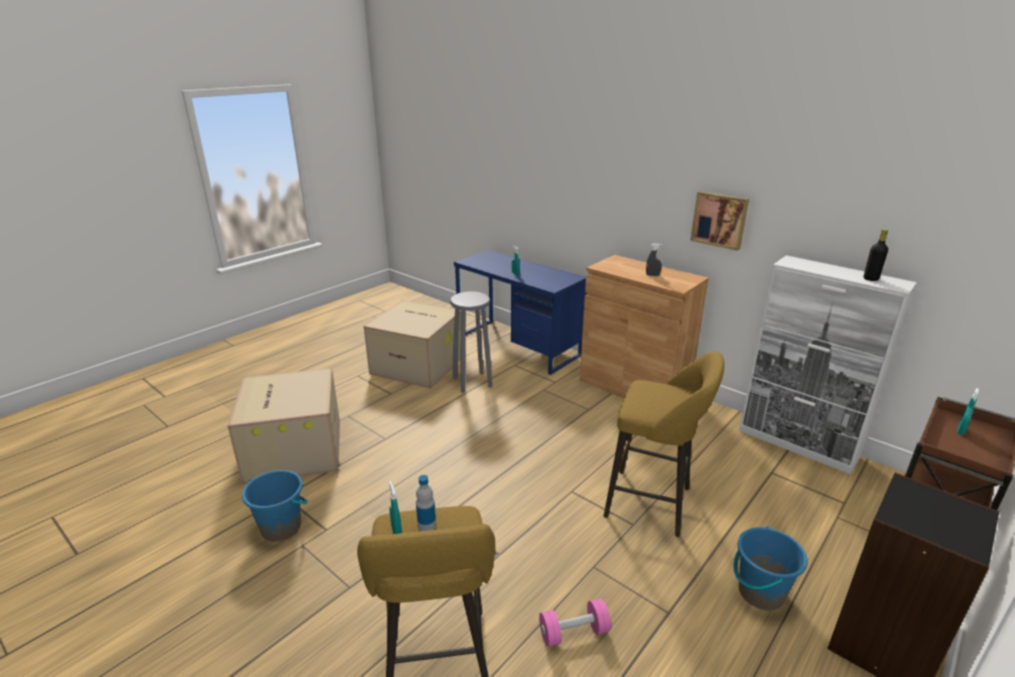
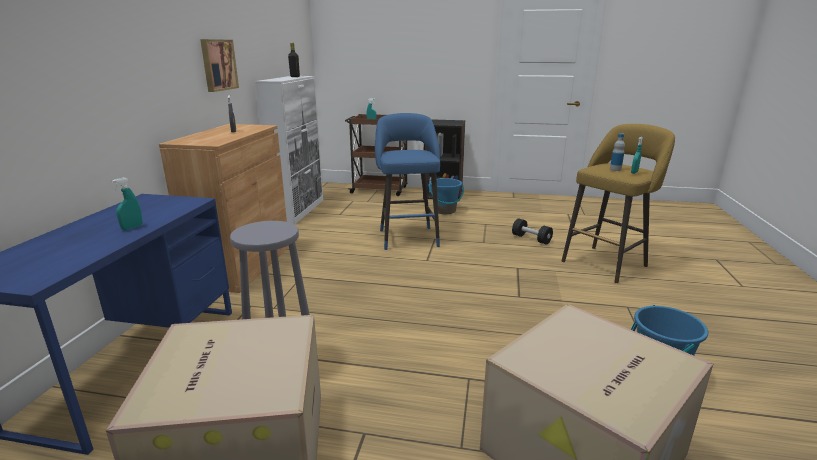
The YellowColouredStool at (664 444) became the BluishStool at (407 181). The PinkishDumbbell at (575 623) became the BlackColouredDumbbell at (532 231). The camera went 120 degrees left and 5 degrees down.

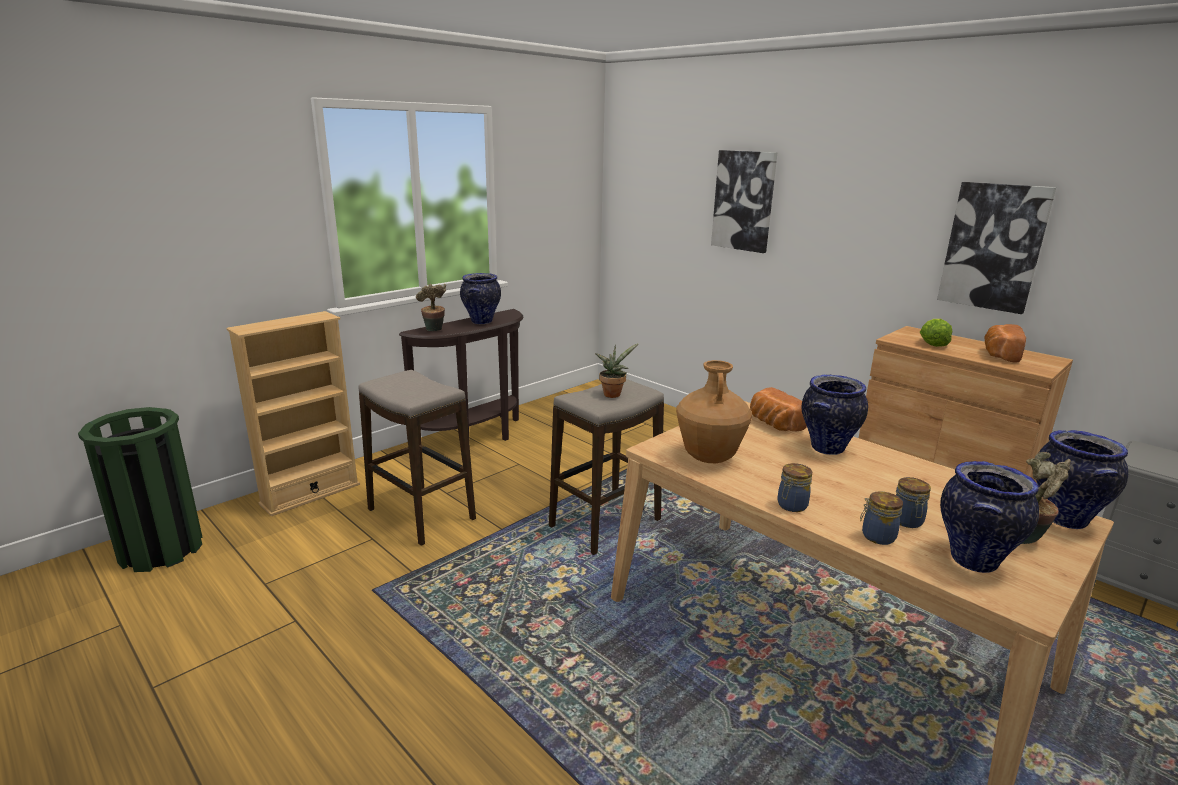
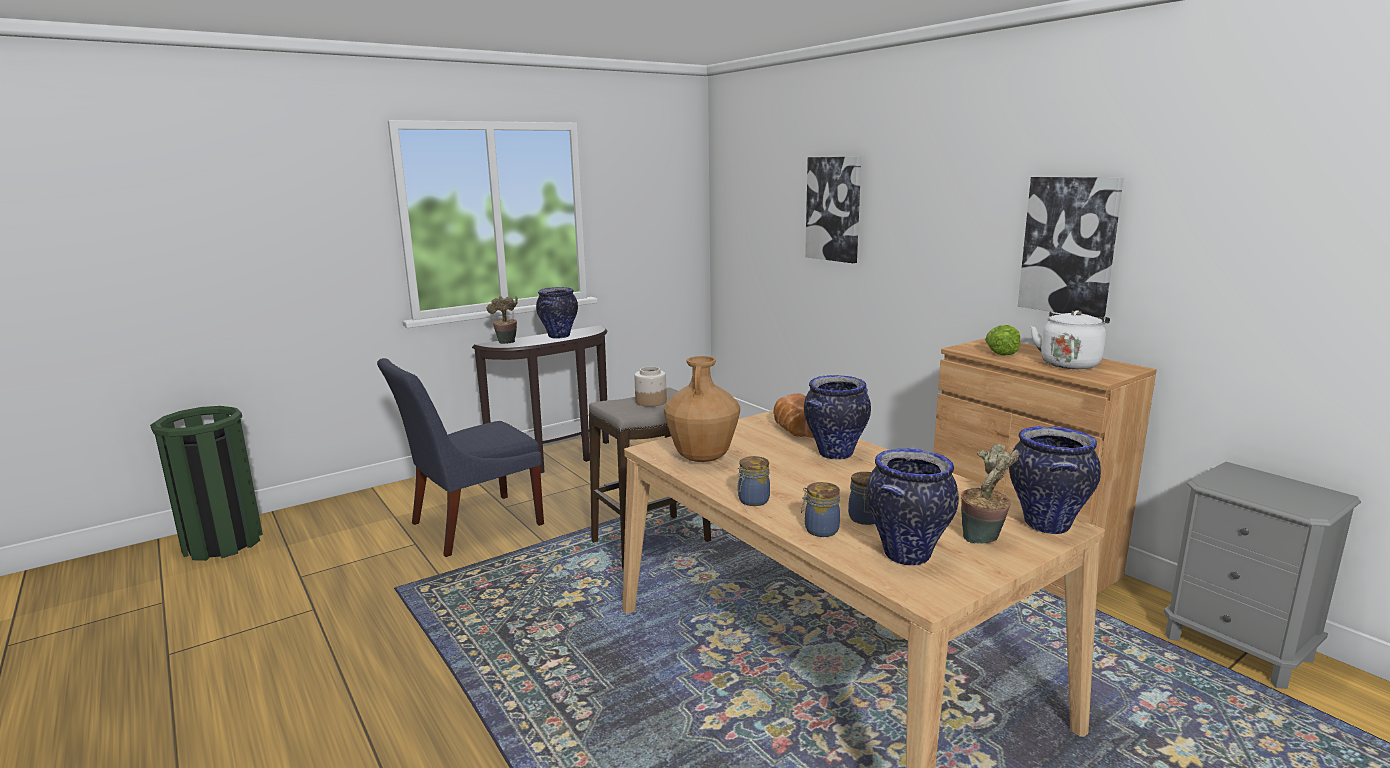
The Stool at (417 458) was replaced by the BluishPlainChair at (460 457). The PottedPlant at (617 370) was replaced by the Jar at (650 387). The BakeryBread at (1005 343) was replaced by the WhiteKettle at (1070 339). The SandColouredShelvingUnit at (293 413) disappeared. The camera went 10 degrees right and 5 degrees down.

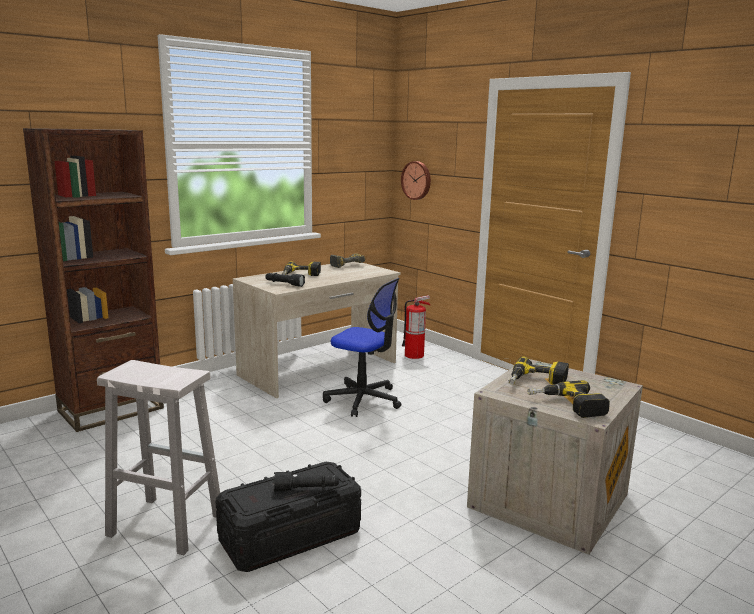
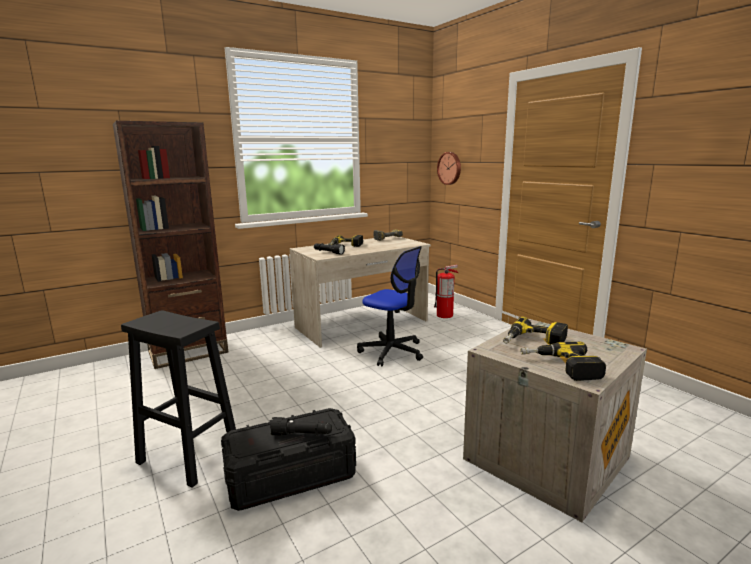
The WhiteStool at (158 457) became the BlackColouredStool at (178 399). The camera went 10 degrees right and 0 degrees up.

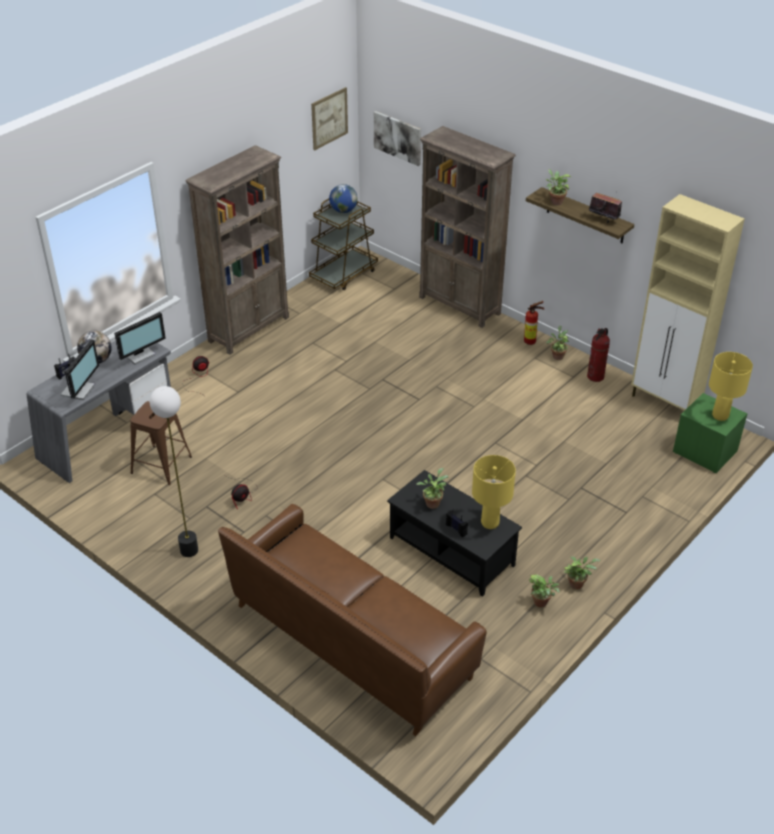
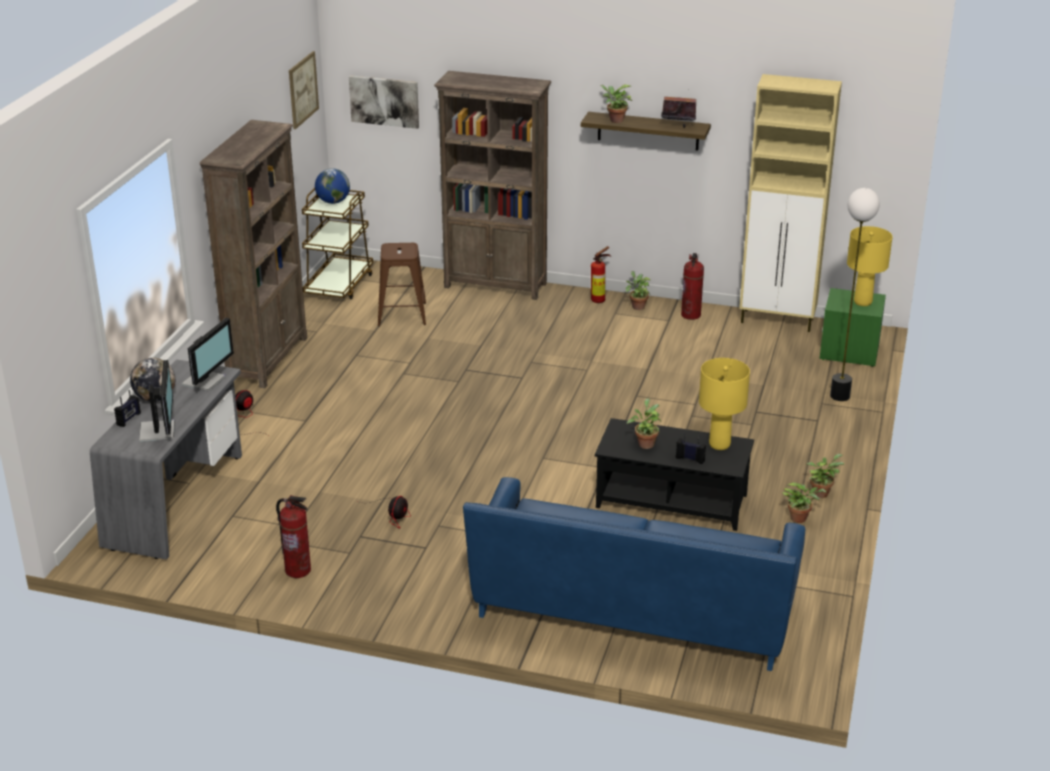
The FireExtinguisher at (293 536) appeared. The BrownColouredStool moved from (161 443) to (402 284). The BrownColouredCouch at (352 620) became the BluishCouch at (634 574). The StandardLamp moved from (174 471) to (855 294). The camera went 25 degrees left and 10 degrees down.

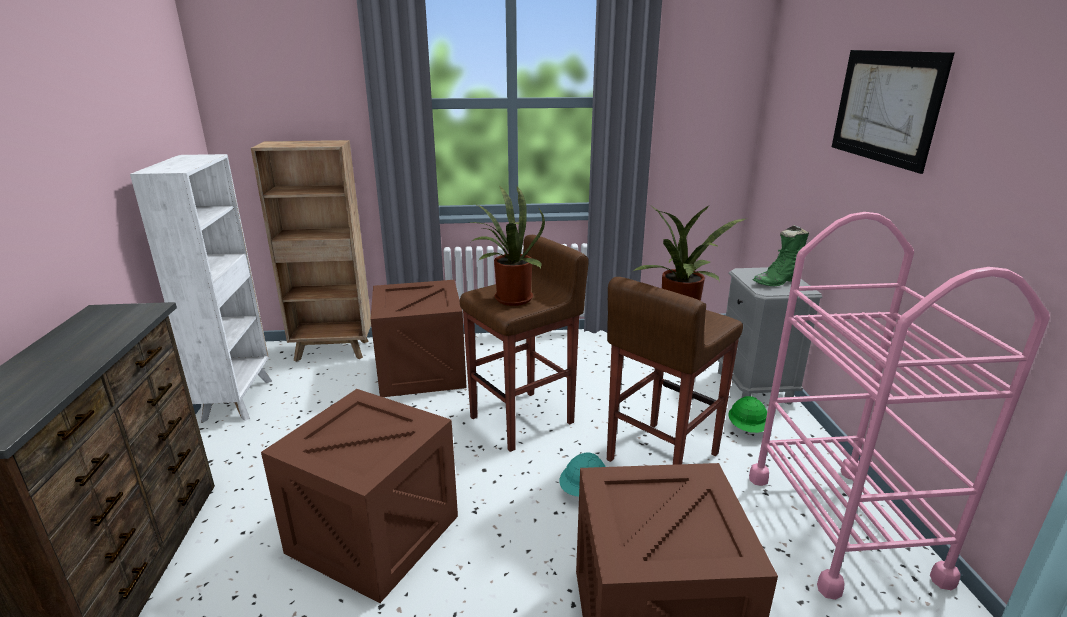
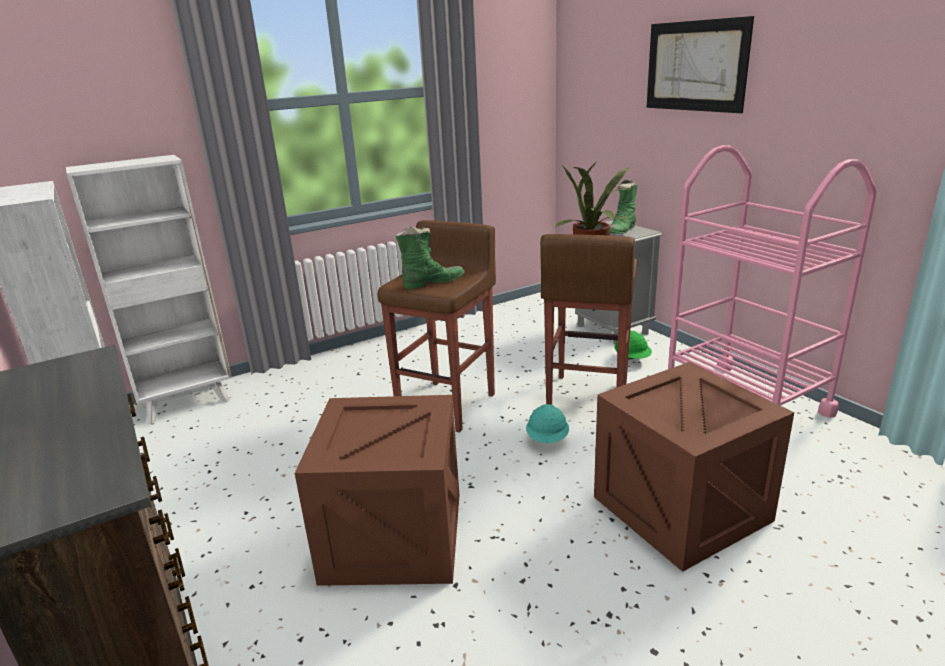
The BrownColouredShelvingUnit at (311 251) became the WhiteShelvingUnit at (149 289). The PottedPlant at (506 245) was replaced by the GreenTallBoot at (430 258). The PackingCrate at (419 338) disappeared. The camera went 25 degrees left and 0 degrees up.

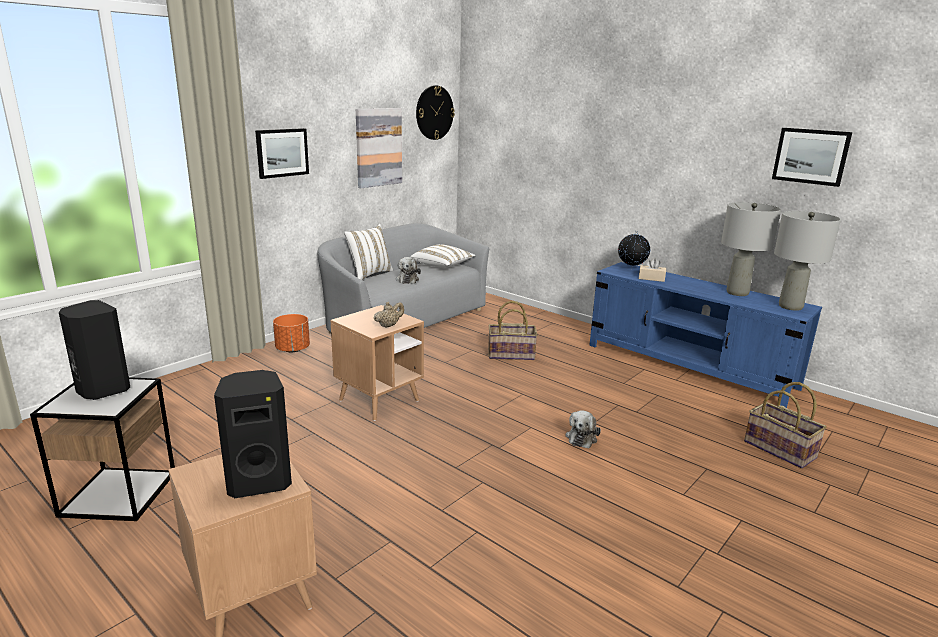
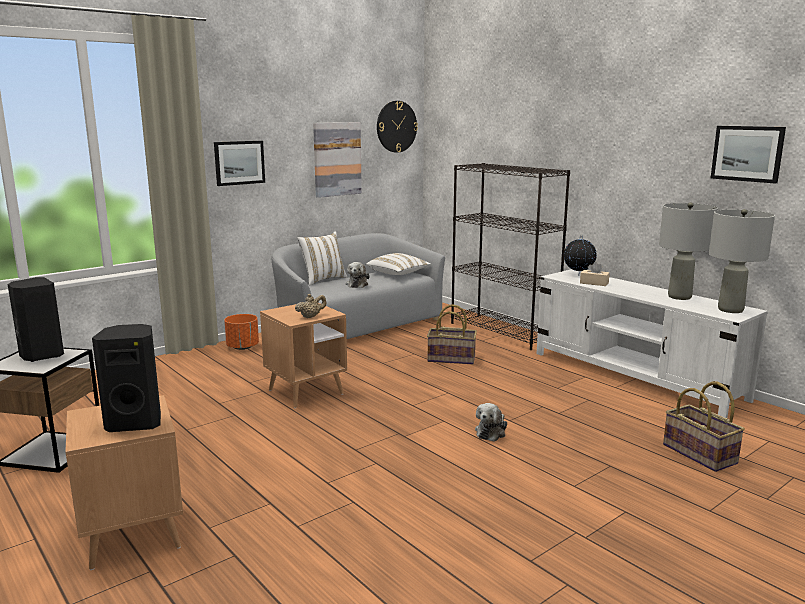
The BlackColouredShelvingUnit at (510 256) appeared. The BluishTvUnit at (705 335) became the WhiteTvUnit at (652 343). The camera went 10 degrees right and 5 degrees down.

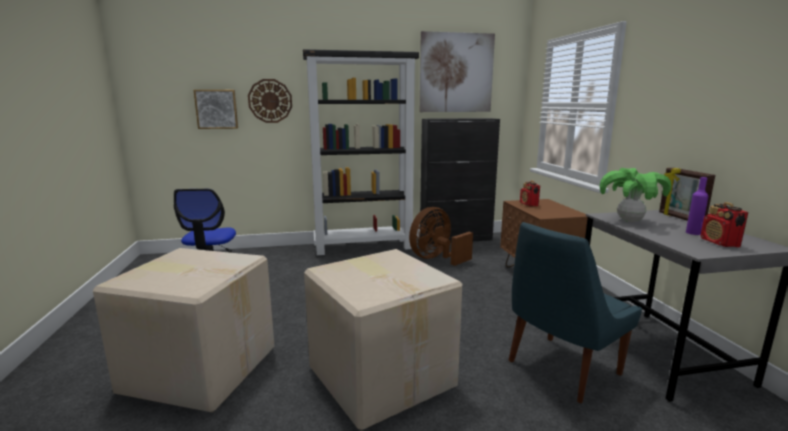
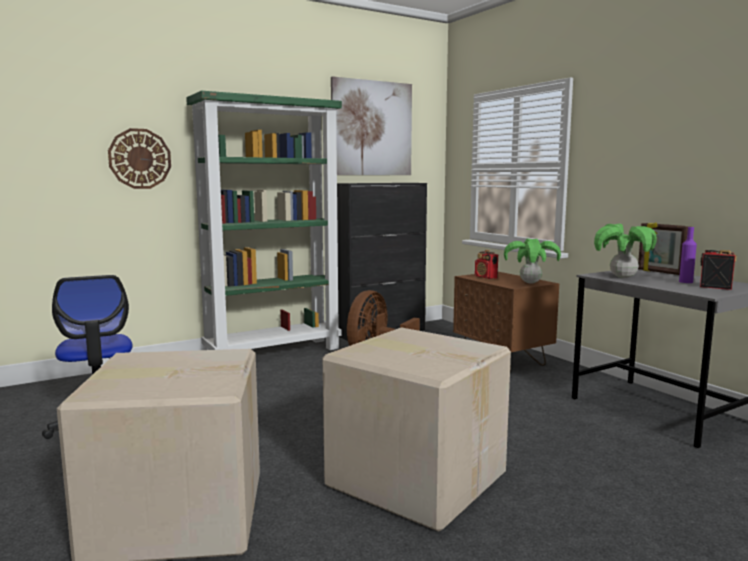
The BlackColouredShelvingUnit at (361 152) became the GreenShelvingUnit at (264 220). The PottedPlant at (532 261) appeared. The RadioReceiver at (724 224) turned 150 degrees clockwise. The Picture at (216 109) disappeared. The BluishPlainChair at (575 313) disappeared. The camera went 20 degrees left and 5 degrees down.

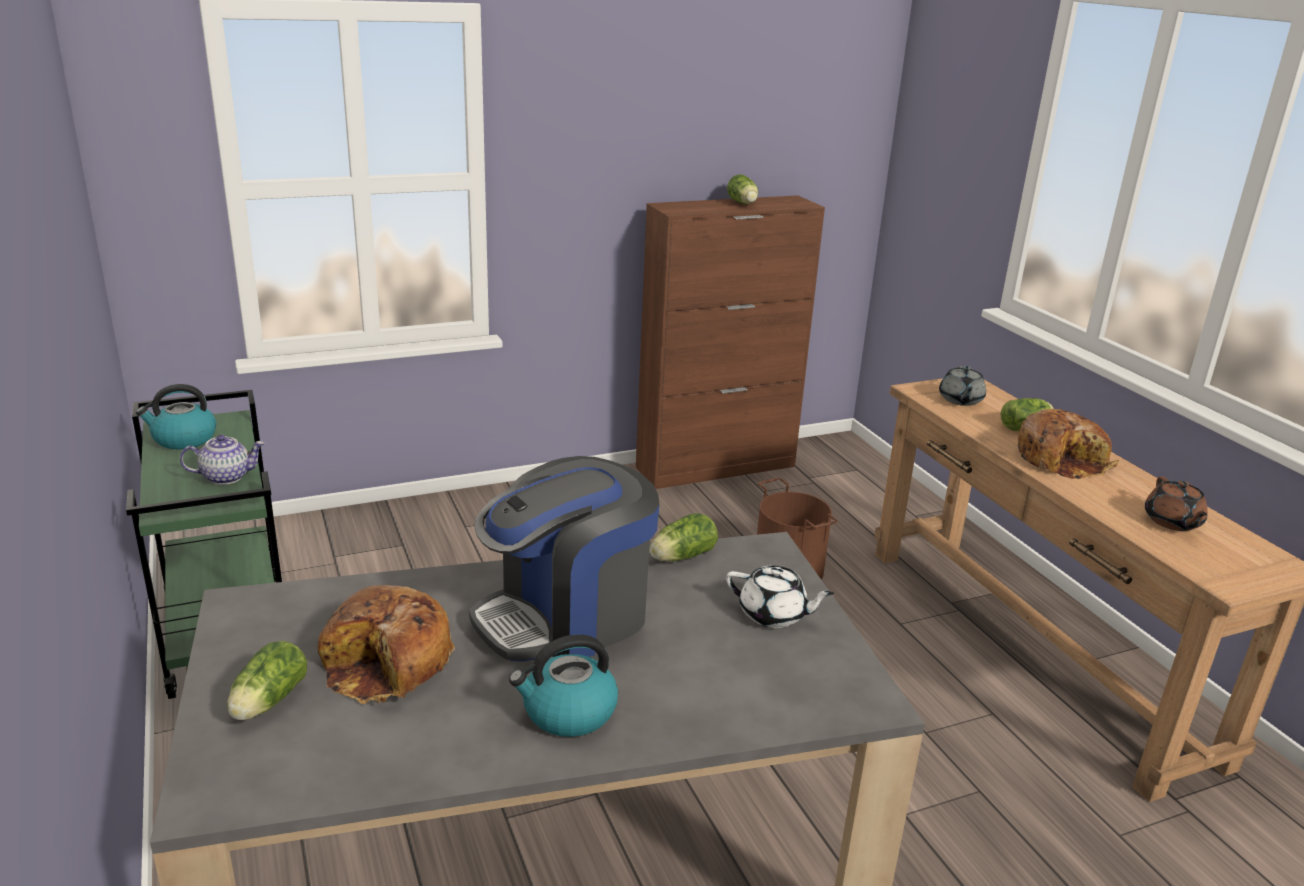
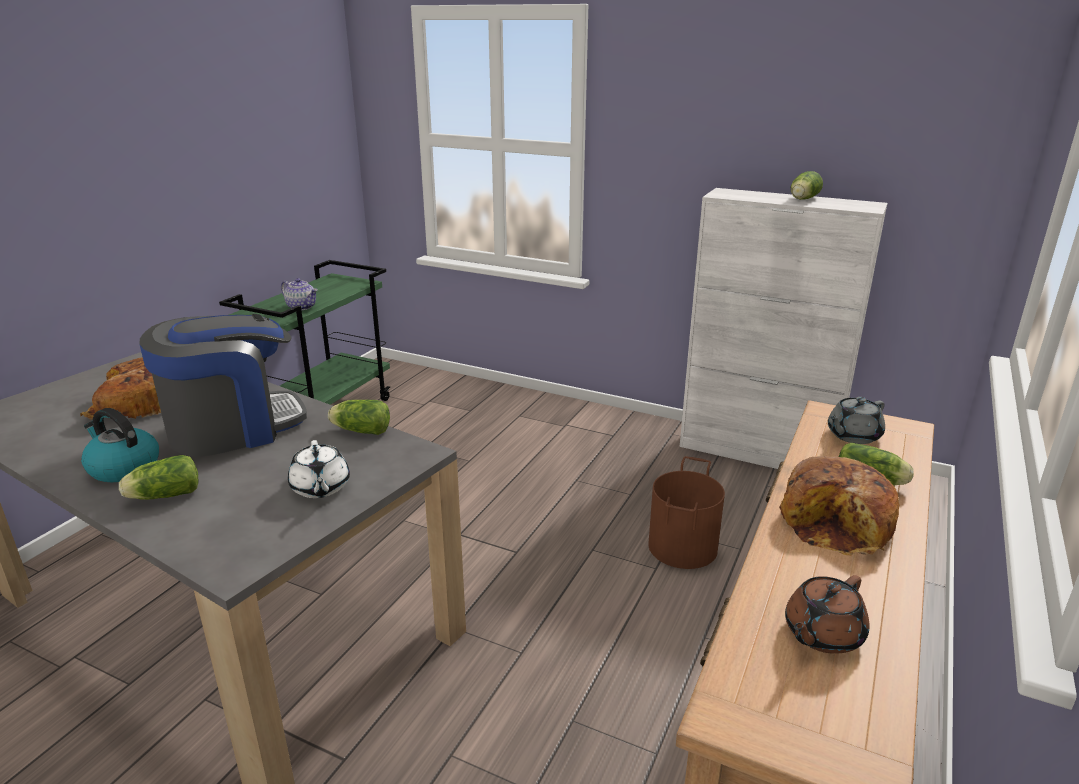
The HeadOfLettuce moved from (267 680) to (159 477). The CoffeeMaker at (564 558) turned 135 degrees clockwise. The BrownColouredCabinet at (730 342) became the WhiteCabinet at (784 328). The Kettle at (176 416) disappeared. The camera went 50 degrees right and 0 degrees up.

